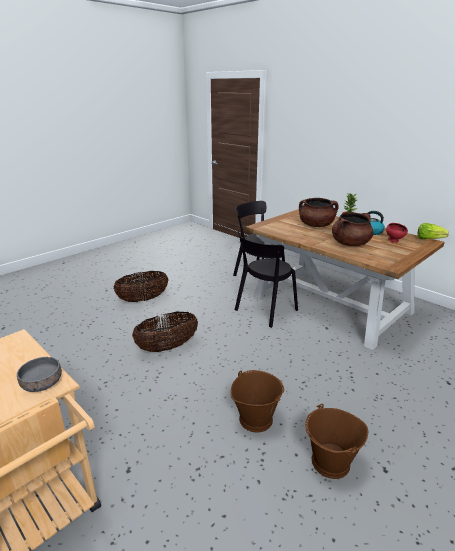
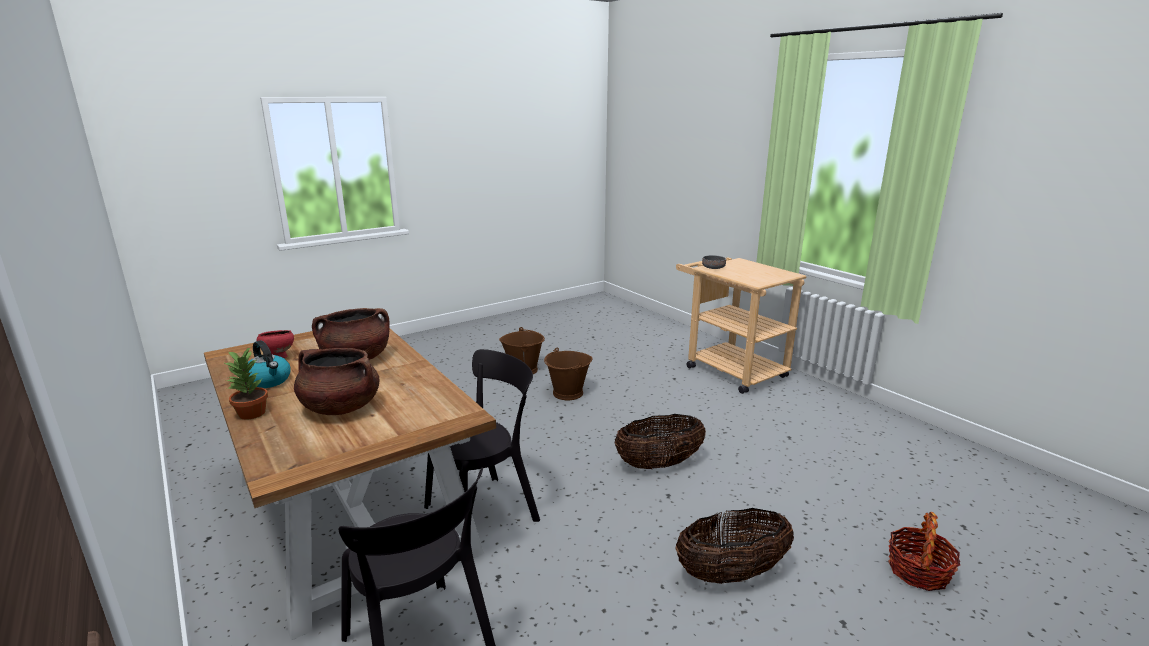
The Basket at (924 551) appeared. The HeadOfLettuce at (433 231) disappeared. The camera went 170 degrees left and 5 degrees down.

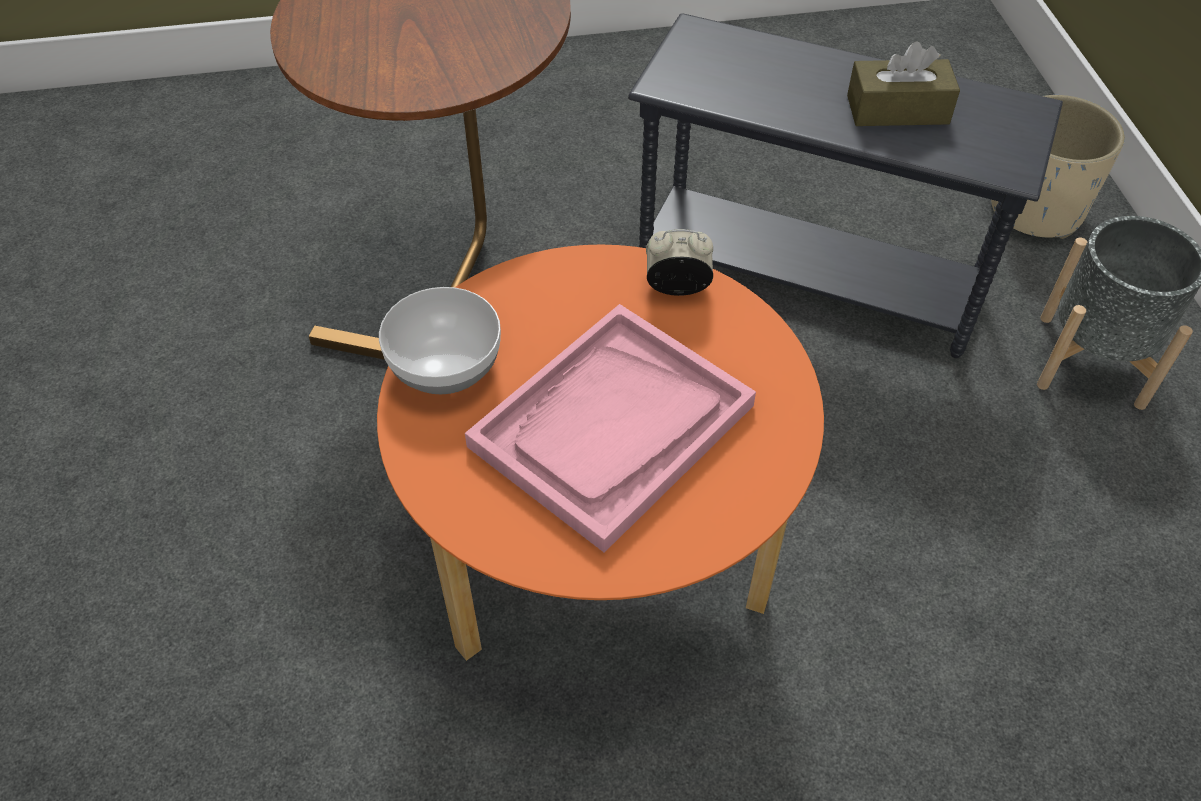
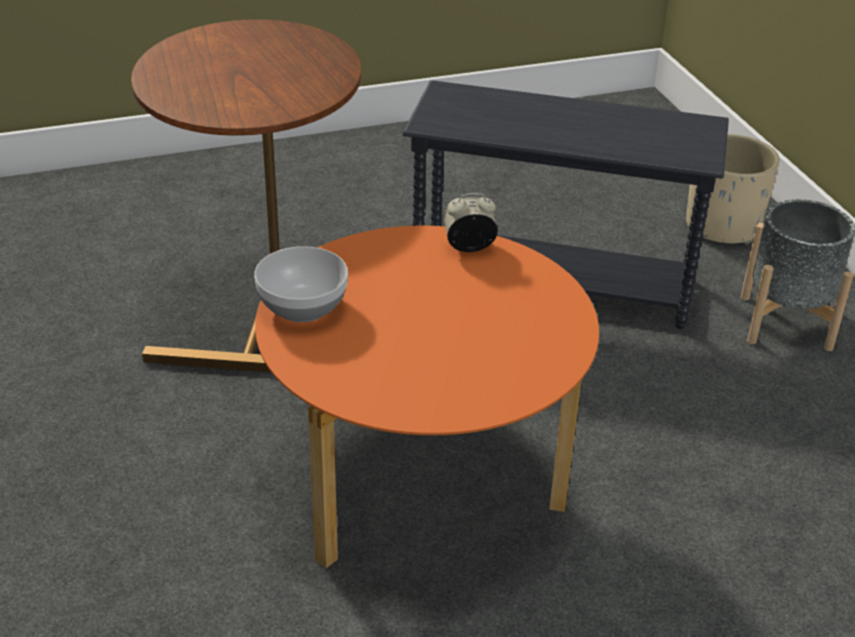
The PinkishCarryingTray at (610 428) disappeared. The BrownColouredTissueHolder at (903 83) disappeared. The camera went 10 degrees left and 15 degrees down.

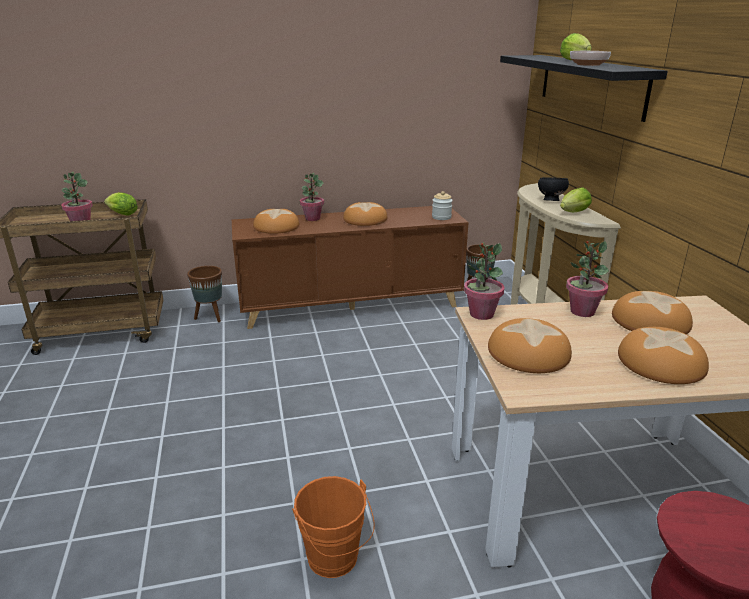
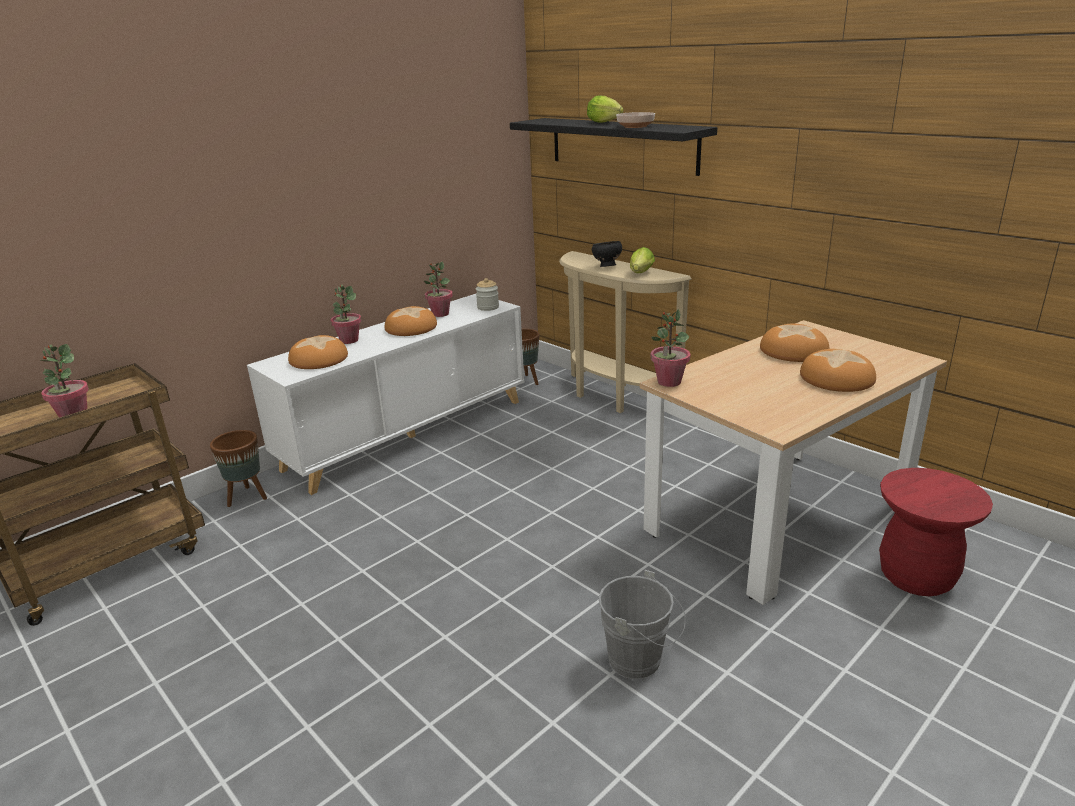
The BrownColouredCabinet at (350 267) became the WhiteCabinet at (385 394). The PottedPlant moved from (587 278) to (438 289). The OrangeyWaterBucket at (333 527) became the GreyWaterBucket at (642 624). The HeadOfLettuce at (121 203) disappeared. The BakeryBread at (530 345) disappeared. The camera went 30 degrees left and 0 degrees up.

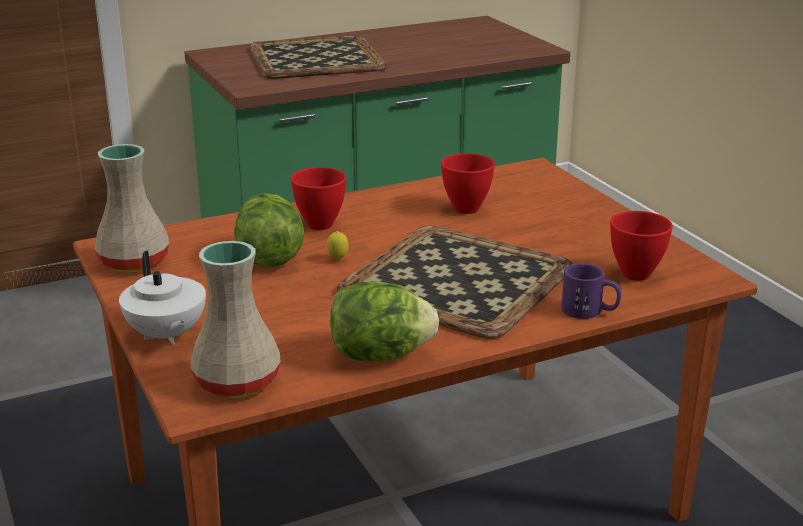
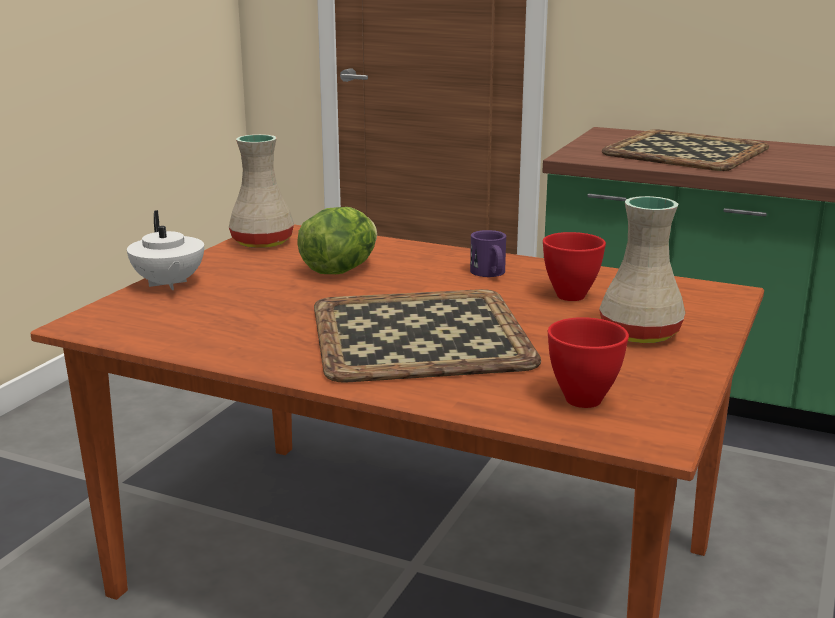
The WhiteTeapot at (162 298) turned 45 degrees counterclockwise. The PurpleColouredMug moved from (591 291) to (488 253). The SandColouredDecorativeVase moved from (236 319) to (642 269). The ReddishBowl at (319 198) disappeared. The CitrusFruit at (338 245) disappeared. The HeadOfLettuce at (384 321) disappeared. The camera went 50 degrees right and 5 degrees down.

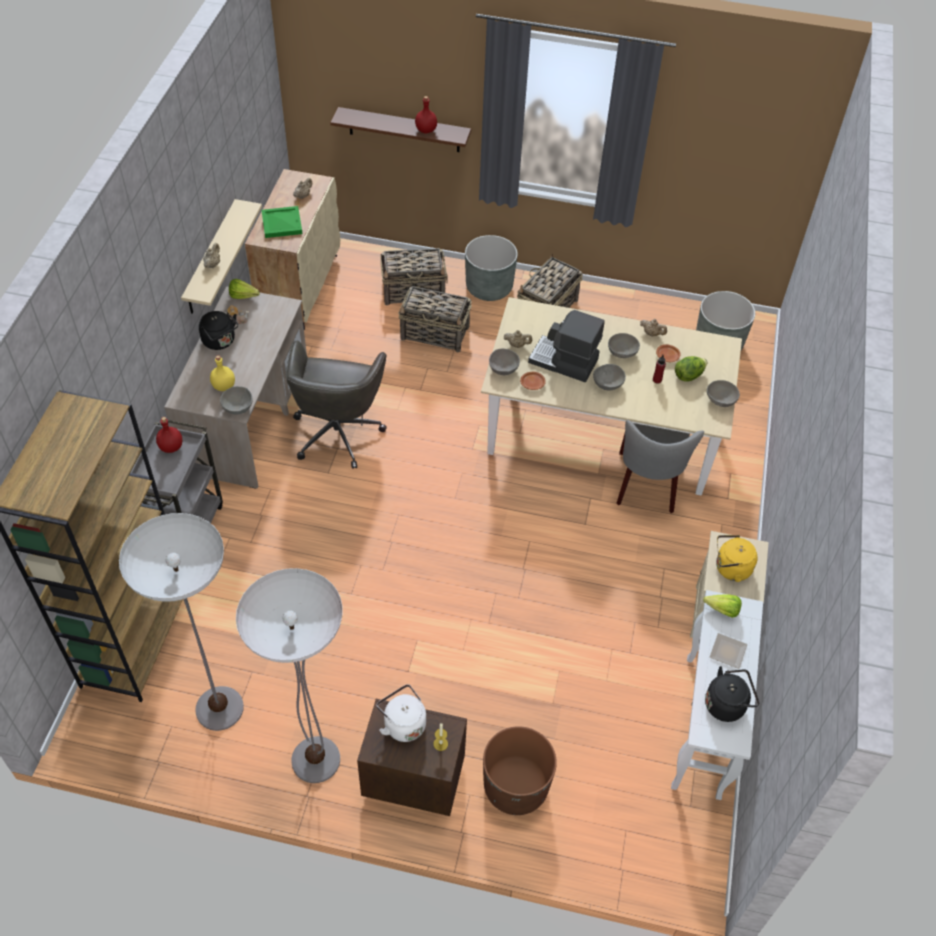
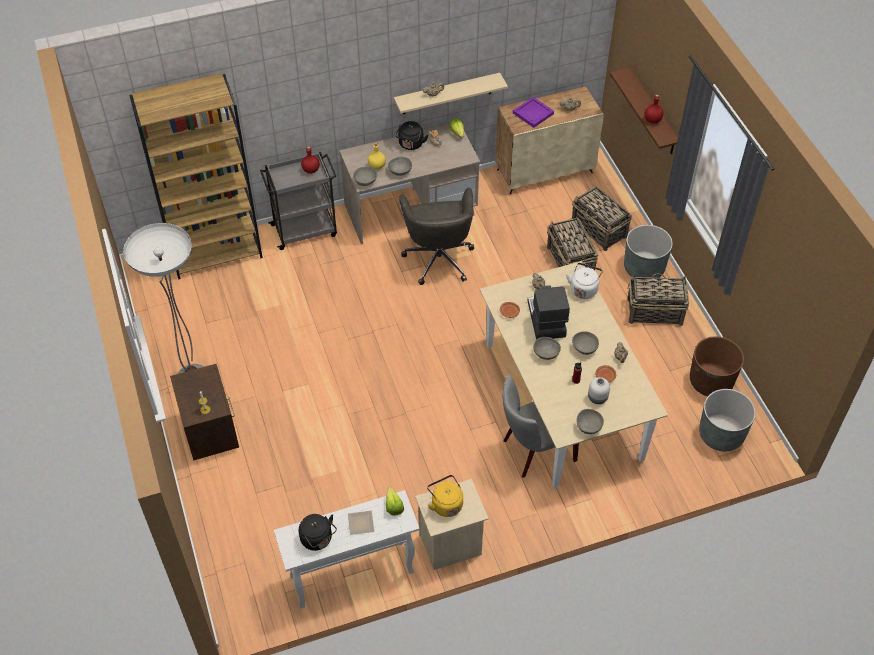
The GreyBowl moved from (504 361) to (400 166). The GreyComputerChair at (336 405) turned 75 degrees counterclockwise. The GreenCarryingTray at (281 222) became the PurpleColouredCarryingTray at (533 112). The WhiteKettle moved from (401 713) to (584 281). The HeadOfLettuce at (691 369) was replaced by the WhiteDecorativeVase at (599 390). The BrownColouredFlowerPot moved from (520 770) to (717 366). The StandardLamp at (181 622) disappeared. The camera went 60 degrees right and 0 degrees up.

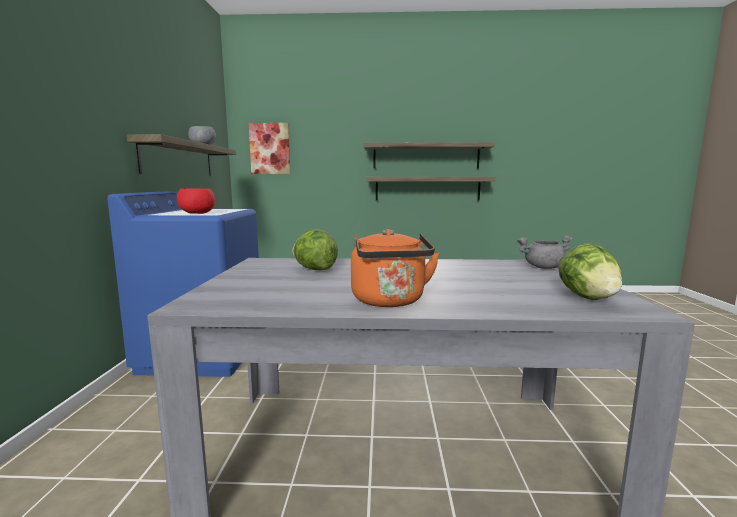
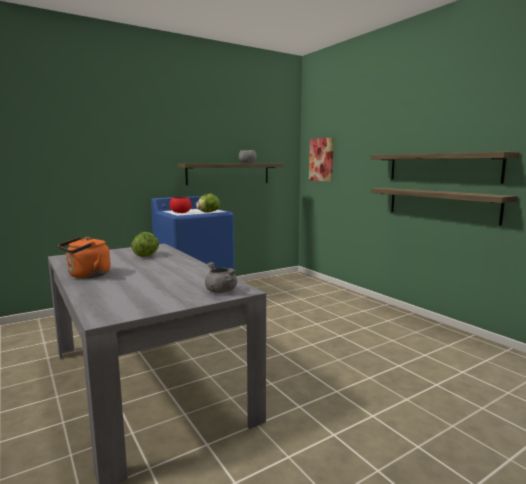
The HeadOfLettuce moved from (590 271) to (208 203). The camera went 55 degrees right and 0 degrees up.

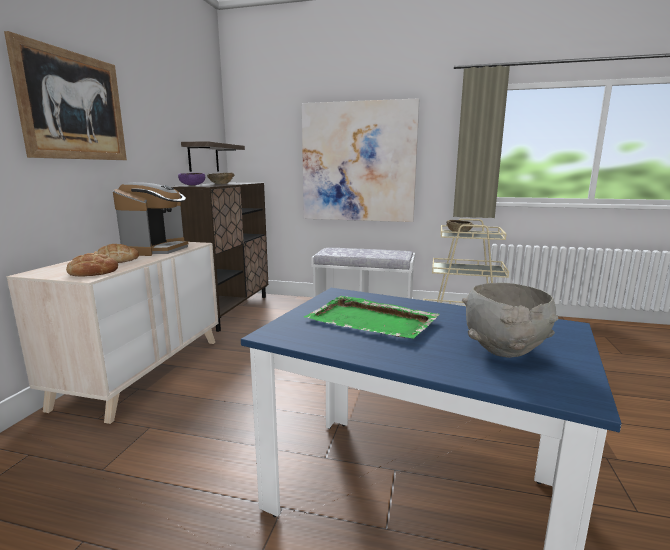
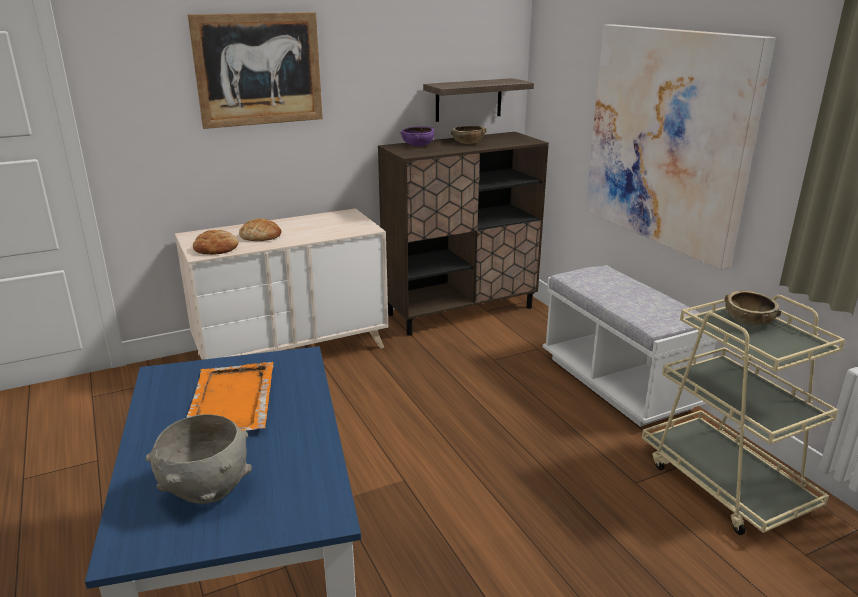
The GreenCarryingTray at (372 317) became the OrangeyCarryingTray at (229 396). The CoffeeMaker at (150 219) disappeared. The camera went 50 degrees right and 10 degrees up.

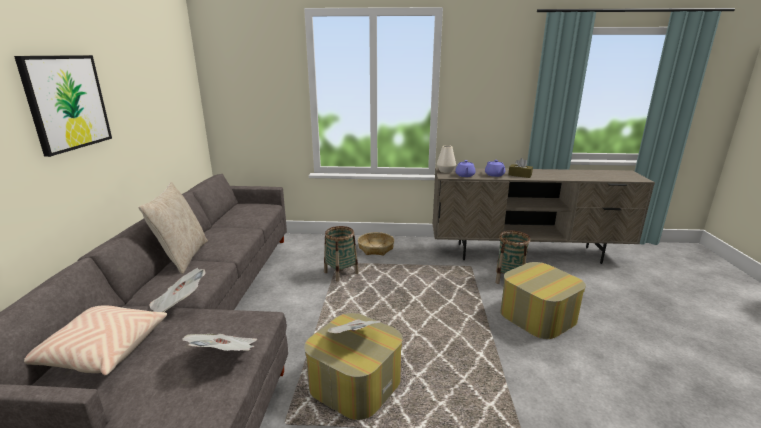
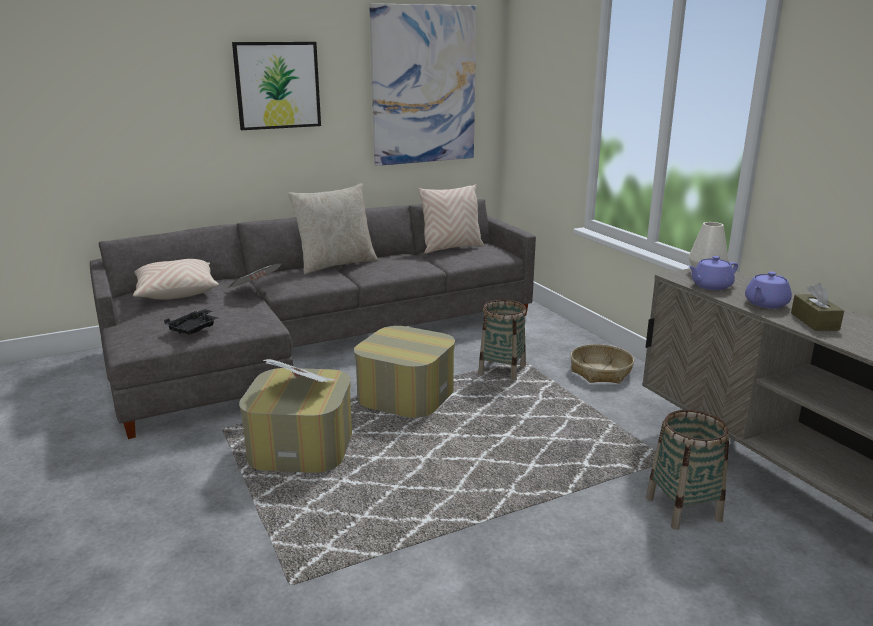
The Newspaper at (219 342) was replaced by the BlackColouredCarryingTray at (191 321). The Pouffe moved from (543 300) to (404 372). The Picture at (423 84) appeared. The SandColouredThrowPillow at (451 219) appeared. The camera went 60 degrees right and 0 degrees up.

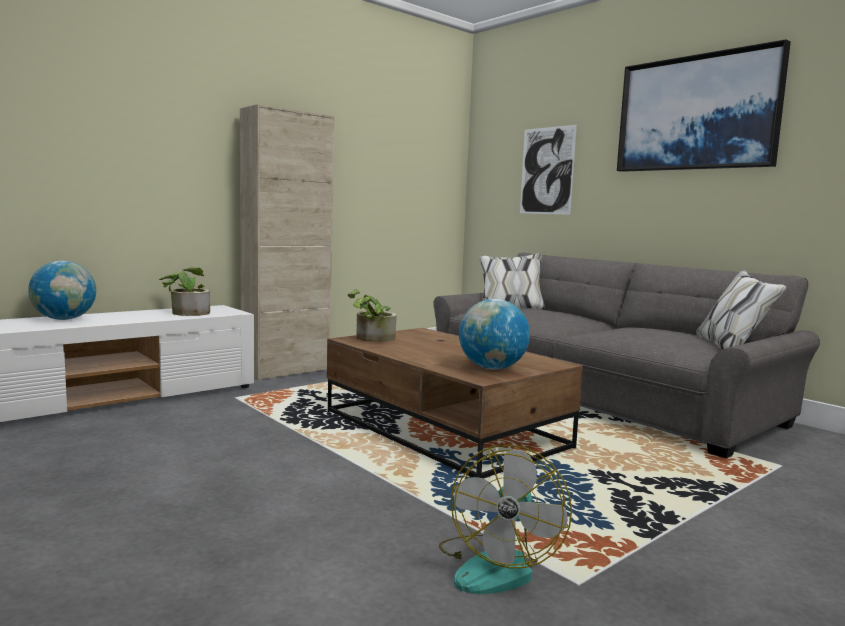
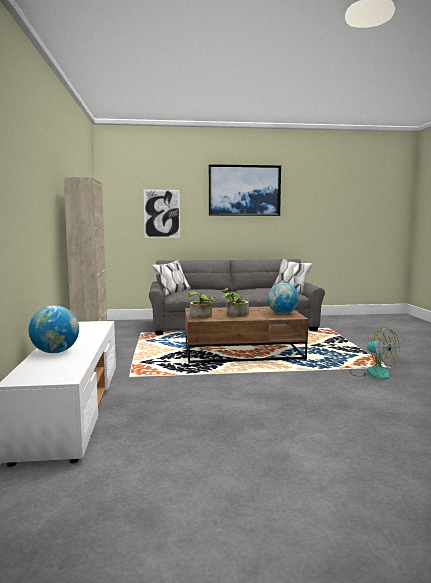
The PottedPlant moved from (184 291) to (235 302). The camera went 55 degrees left and 0 degrees up.

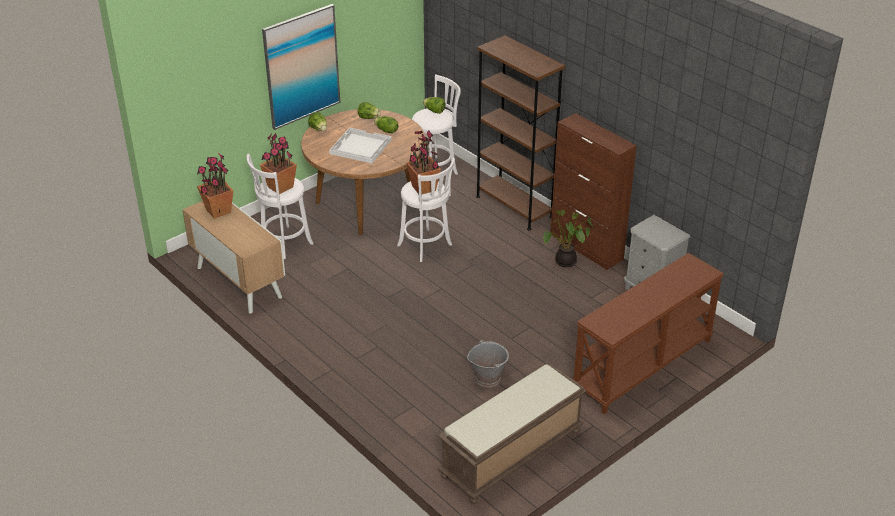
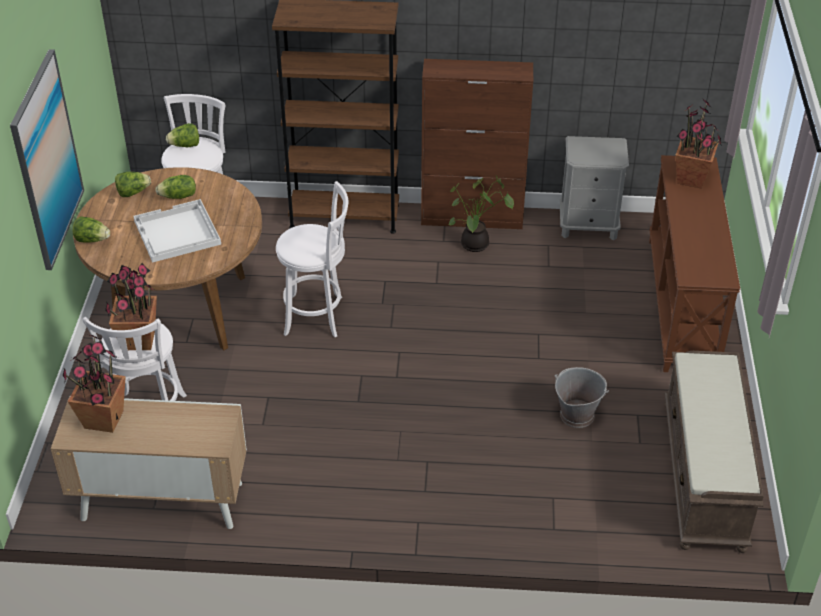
The PottedPlant moved from (423 162) to (698 143). The camera went 45 degrees left and 5 degrees up.

